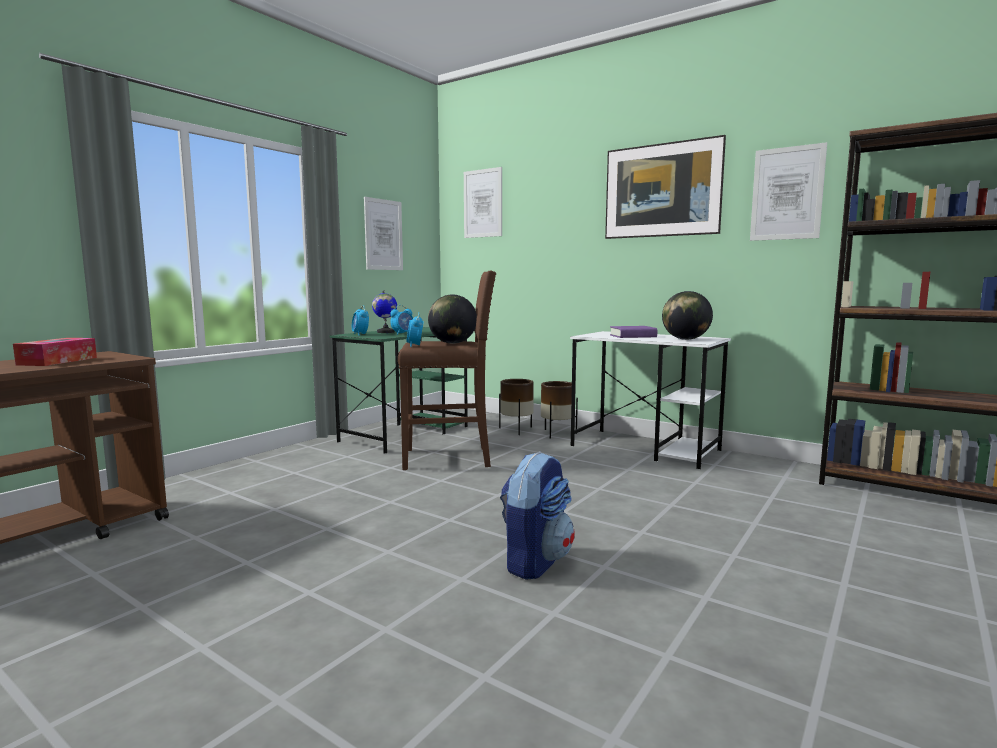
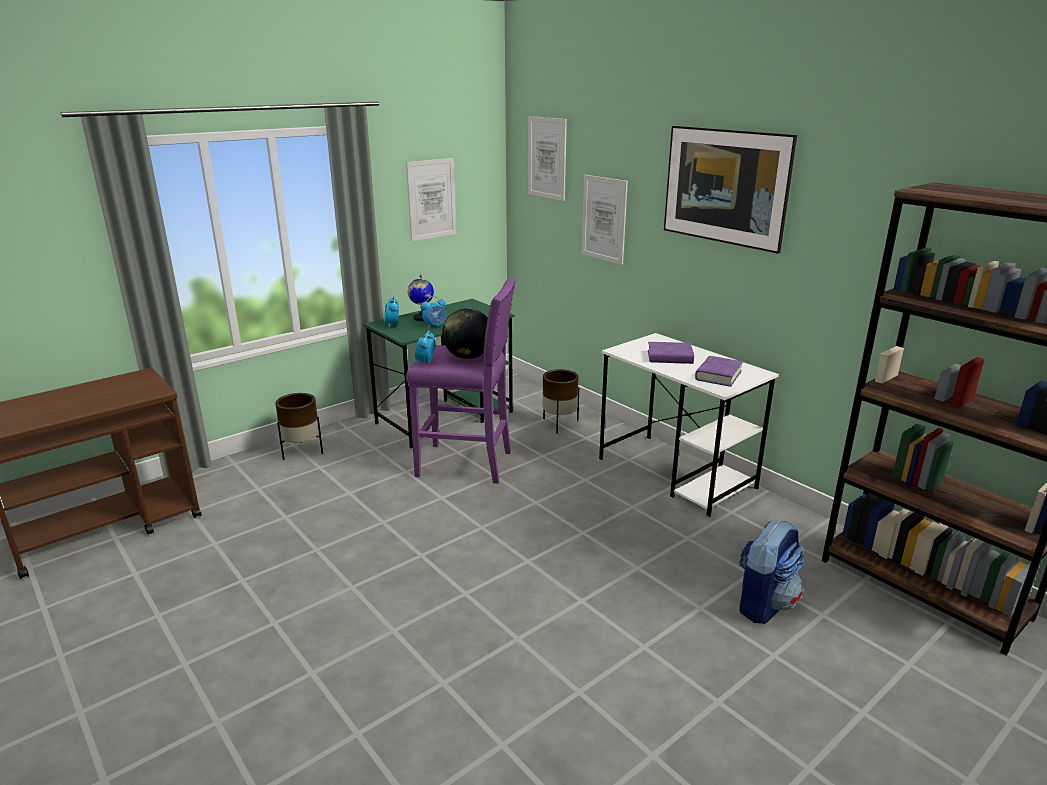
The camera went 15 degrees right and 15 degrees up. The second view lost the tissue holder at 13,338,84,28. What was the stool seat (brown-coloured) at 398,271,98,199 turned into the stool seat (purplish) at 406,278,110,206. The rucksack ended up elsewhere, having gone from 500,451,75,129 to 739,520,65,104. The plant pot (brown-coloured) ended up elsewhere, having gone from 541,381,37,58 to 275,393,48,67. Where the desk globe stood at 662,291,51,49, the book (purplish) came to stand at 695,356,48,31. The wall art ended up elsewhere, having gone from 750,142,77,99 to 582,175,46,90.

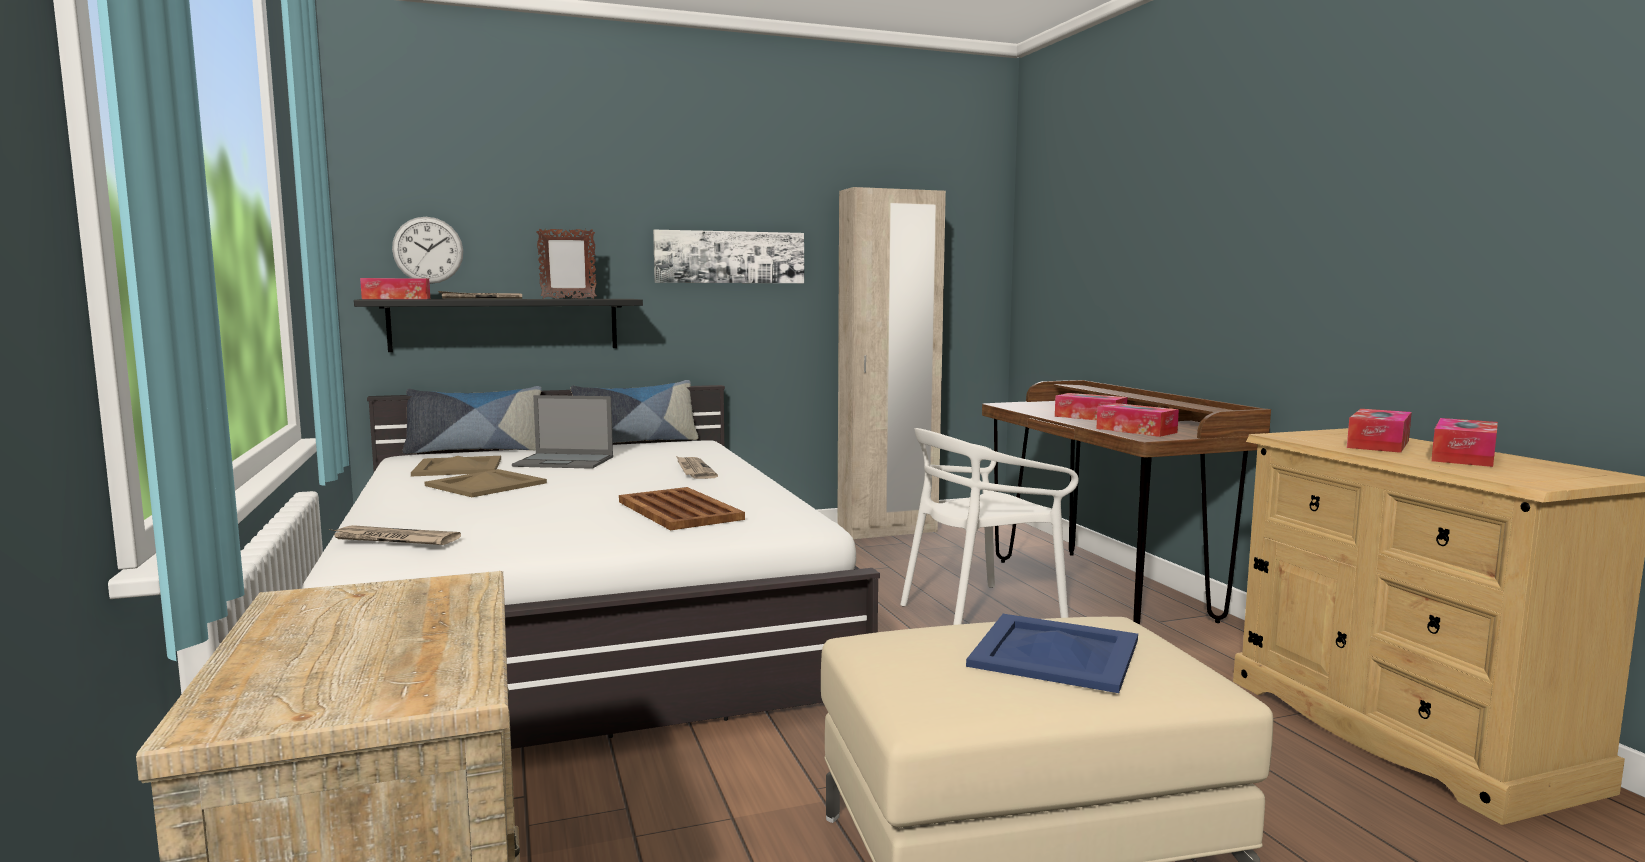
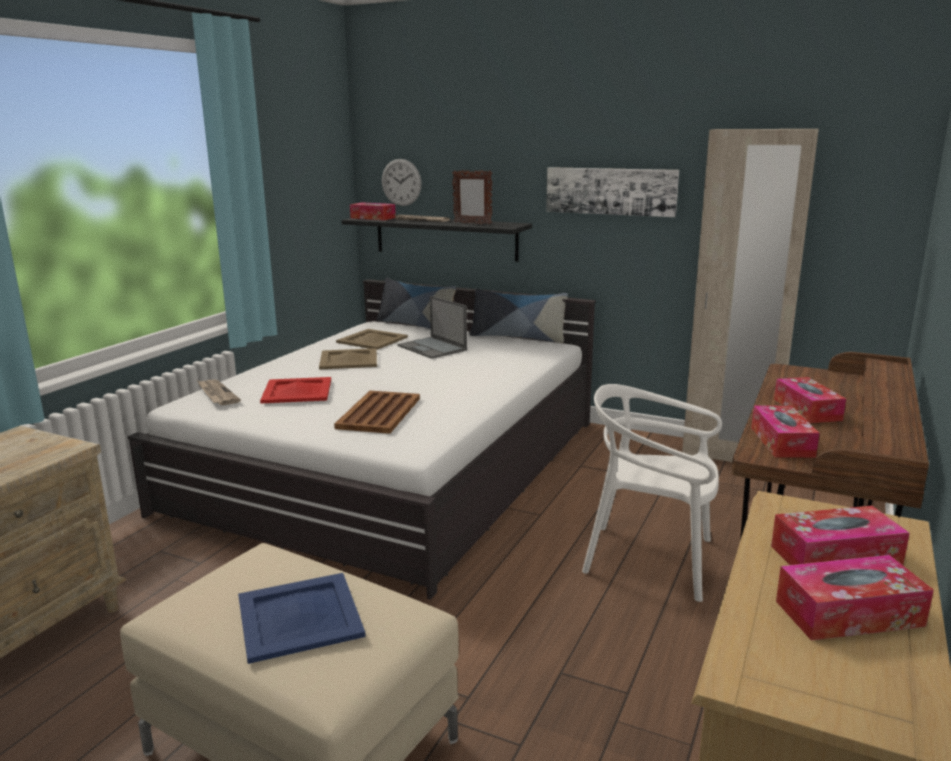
The camera went 45 degrees right and 10 degrees up. The second view lost the newspaper at 676,456,42,23. The second view gained the serving tray (red) at 260,377,71,26.

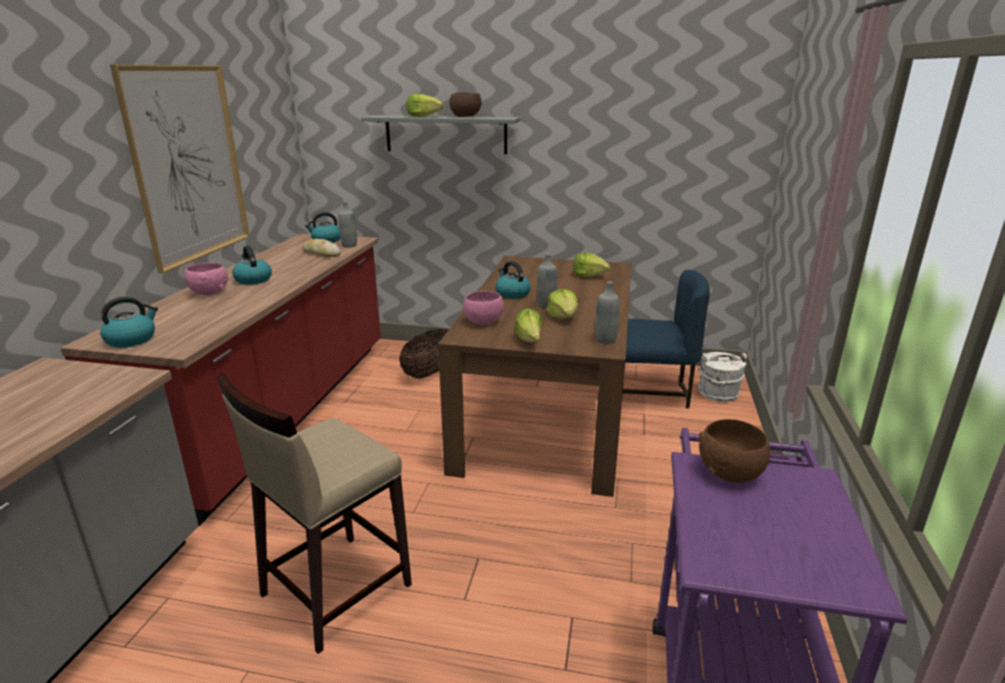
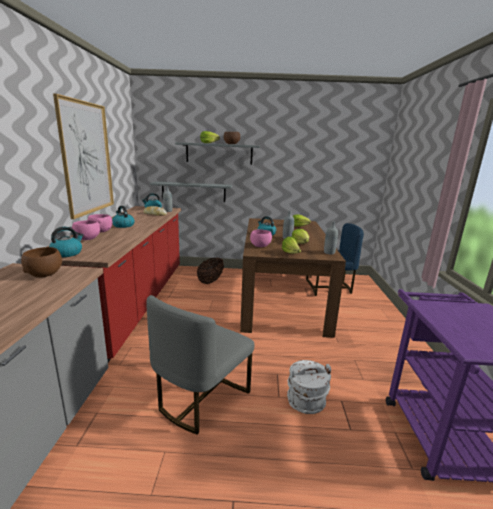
The camera went 10 degrees left and 5 degrees down. Where the stool seat (beige) stood at 216,373,196,281, the chair (gray) came to stand at 146,295,108,139. The pail (whitish) ended up elsewhere, having gone from 698,352,49,50 to 287,360,44,54. The bowl (brown-coloured) ended up elsewhere, having gone from 698,419,72,64 to 21,247,41,30. The second view gained the bowl (pinkish) at 72,220,28,20. The second view gained the shelf (gray) at 150,181,82,21.

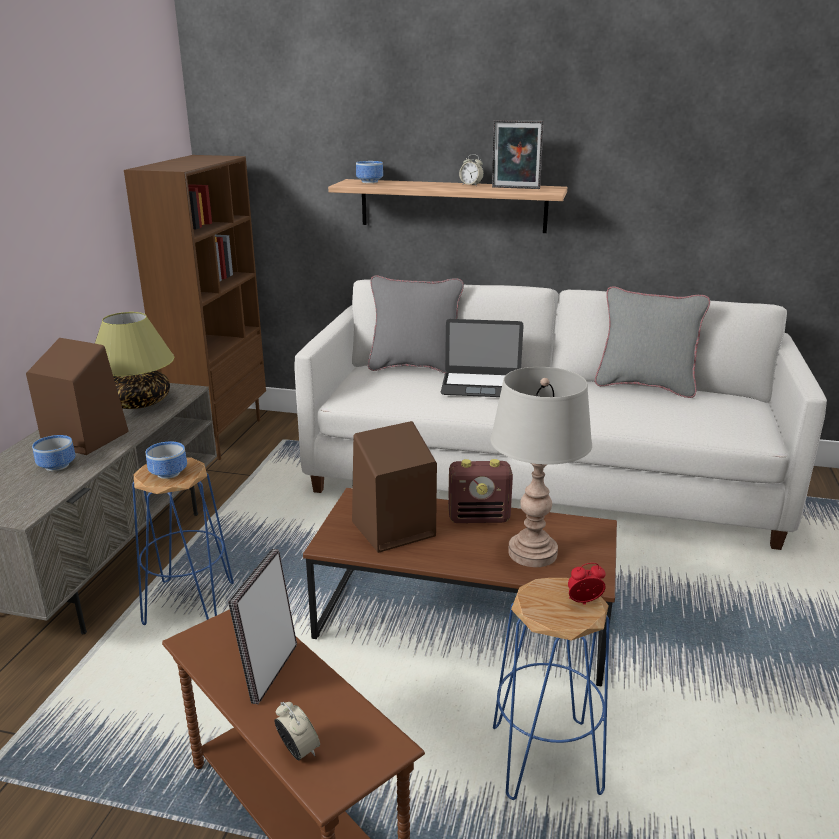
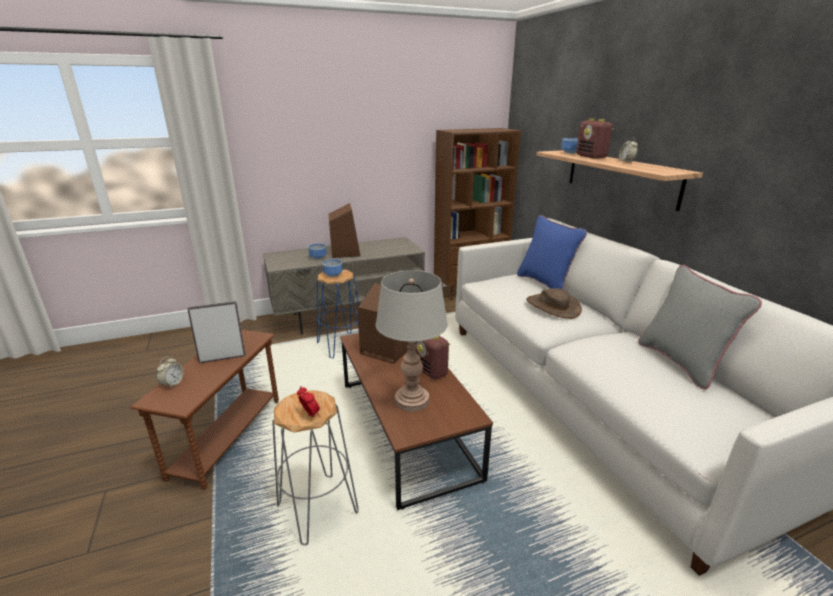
The camera went 55 degrees right and 0 degrees up. The second view lost the tabletop lamp at 95,312,79,97. What was the pillow (gray) at 368,275,96,98 turned into the pillow (blue-coloured) at 517,215,70,74. Where the notebook computer stood at 441,319,83,78, the hat (brown-coloured) came to stand at 526,288,56,31. The second view lost the photo frame at 492,120,52,69. What was the stool seat (blue-coloured) at 493,578,116,222 turned into the stool seat (gray) at 272,390,87,155. The second view gained the radio set at 576,118,38,41.

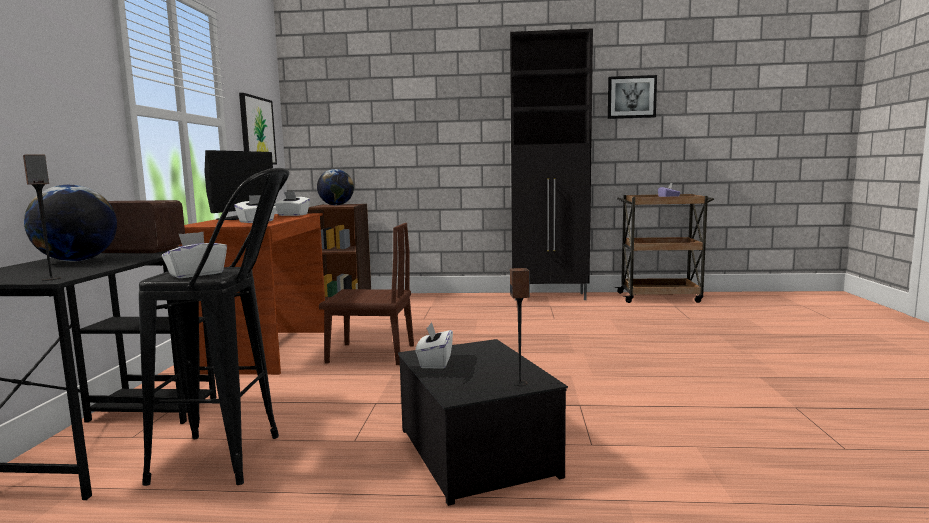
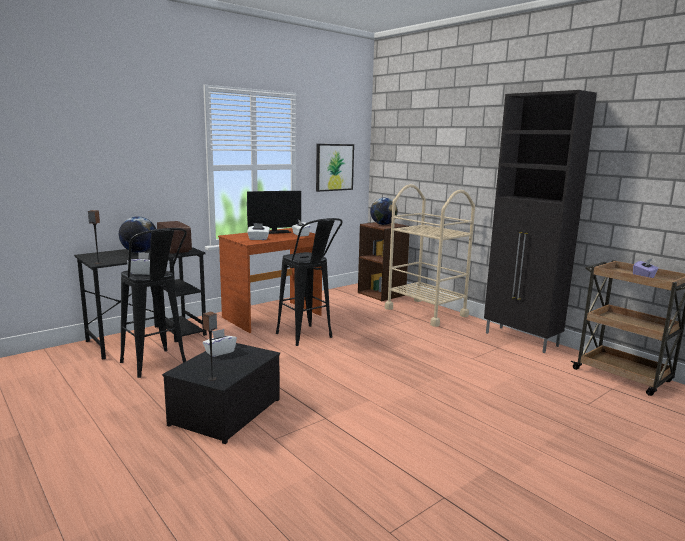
The camera went 45 degrees right and 5 degrees up. Where the chair (brown-coloured) stood at 319,223,95,142, the stool seat (blackish) came to stand at 276,218,67,128. The second view lost the wall art at 608,75,49,44. The second view gained the wheeled cart (beige) at 385,184,90,143.

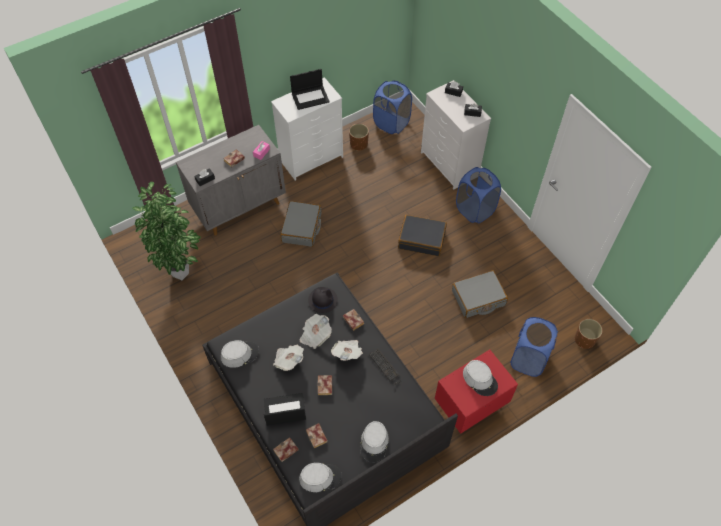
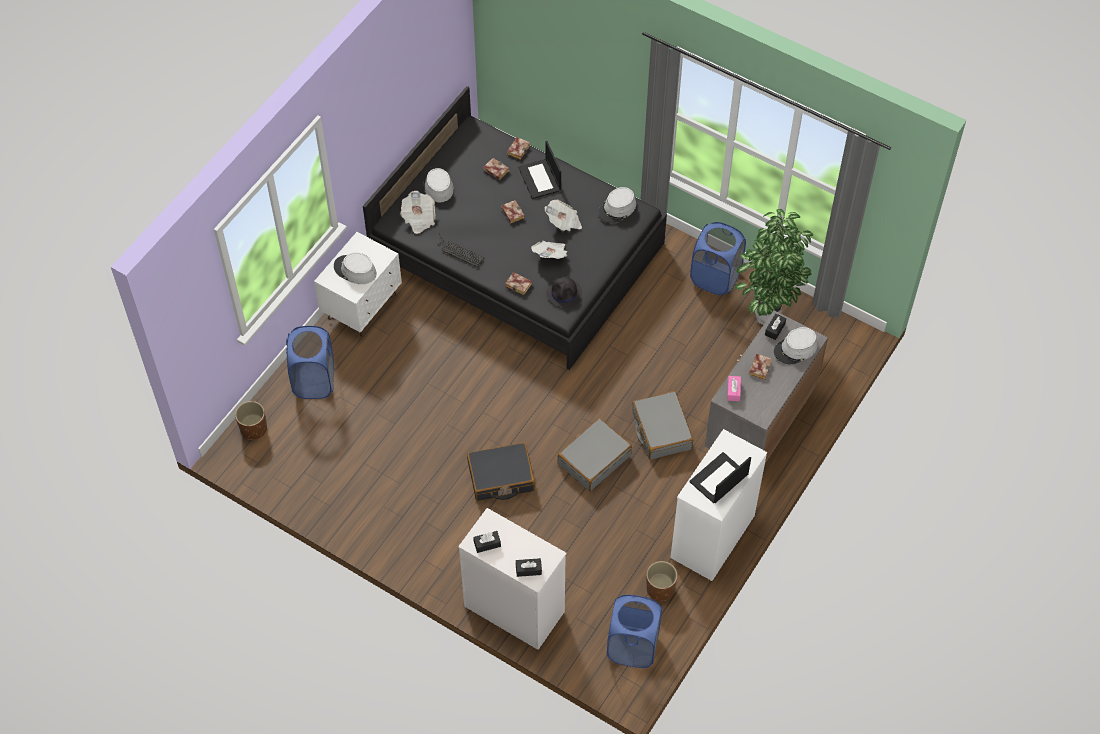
The camera went 155 degrees right and 0 degrees up. The notebook computer at 264,393,42,33 ended up facing another way, 105 degrees clockwise from before. The hat (gray) ended up elsewhere, having gone from 299,462,43,30 to 774,327,43,38. The newspaper ended up elsewhere, having gone from 331,340,32,20 to 401,191,34,43. What was the night table (red) at 435,350,83,84 turned into the night table (whitish) at 314,232,88,105. The suitcase (gray) ended up elsewhere, having gone from 452,271,56,47 to 558,418,74,73. The washing basket (blue-coloured) ended up elsewhere, having gone from 456,167,45,57 to 690,222,56,73.

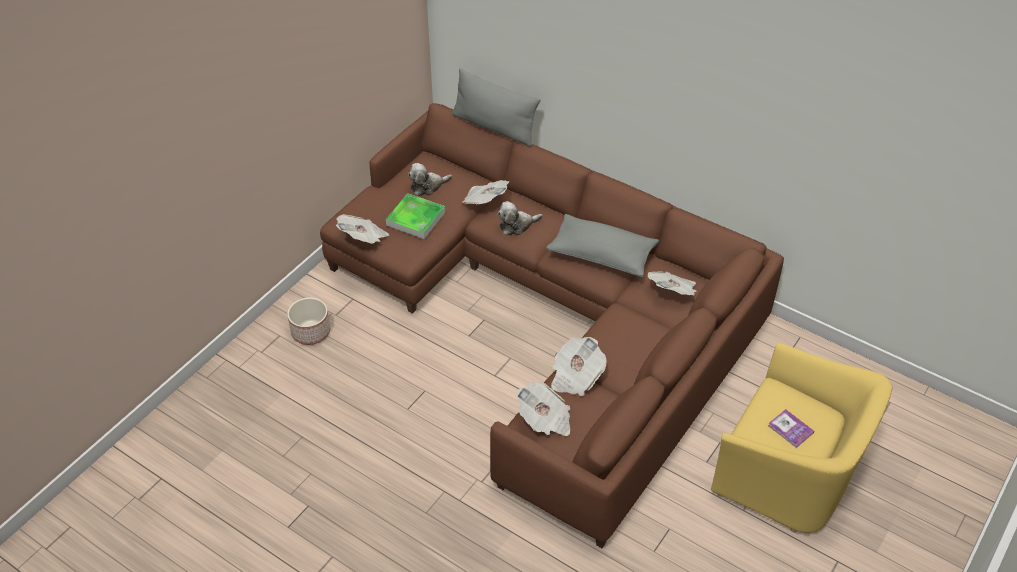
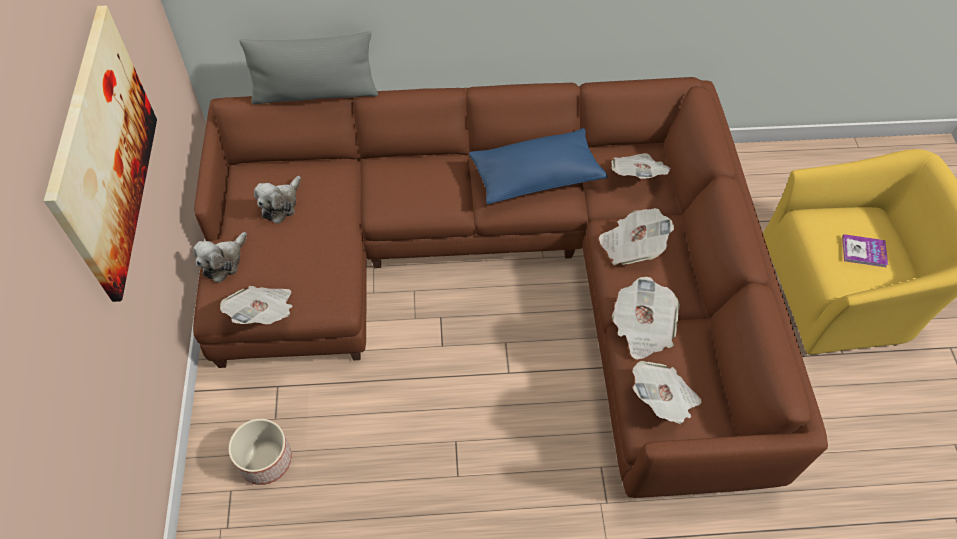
The camera went 40 degrees left and 10 degrees up. The second view lost the serving tray at 386,193,59,46. The newspaper ended up elsewhere, having gone from 462,180,47,24 to 599,208,75,57. The soft toy ended up elsewhere, having gone from 497,201,46,34 to 193,232,54,51. What was the pillow (gray) at 546,214,113,64 turned into the pillow (blue-coloured) at 469,128,138,76. The second view gained the wall art at 44,6,113,296.

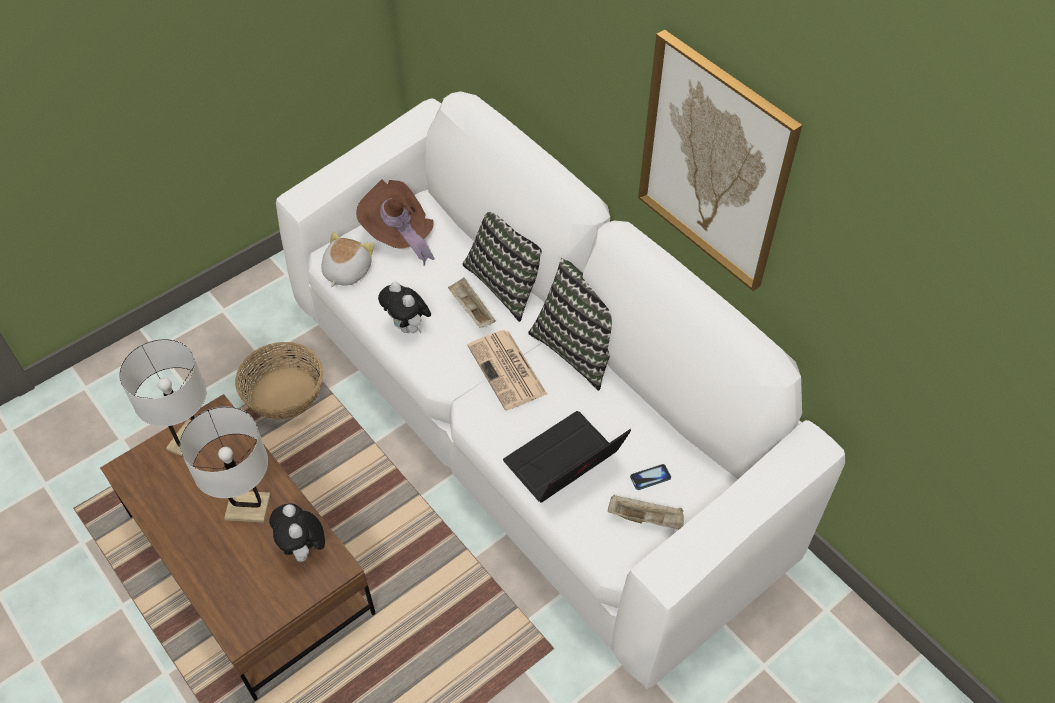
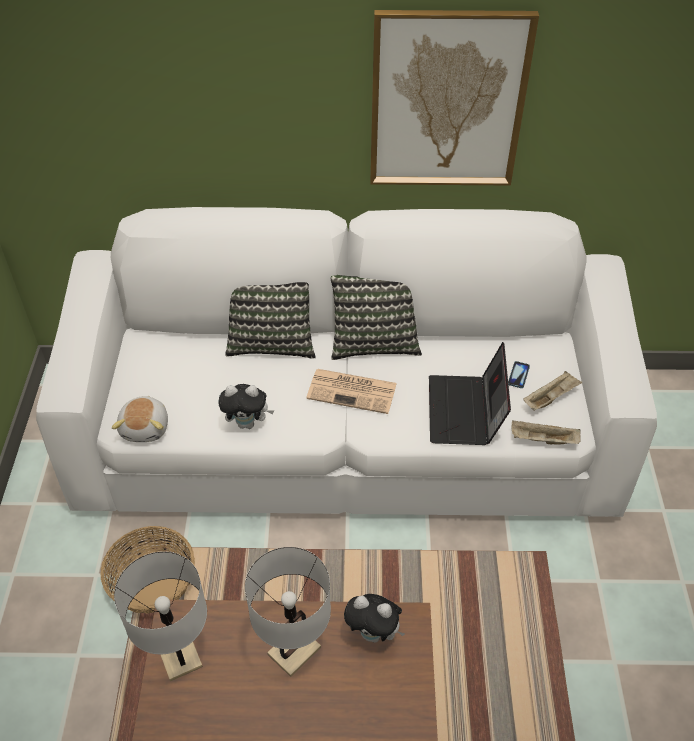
The camera went 50 degrees left and 5 degrees down. The soft toy at 321,232,53,55 ended up facing another way, 150 degrees counterclockwise from before. The second view lost the hat (brown-coloured) at 356,180,79,86. The serving tray (beige) ended up elsewhere, having gone from 448,277,48,51 to 512,421,69,23.

